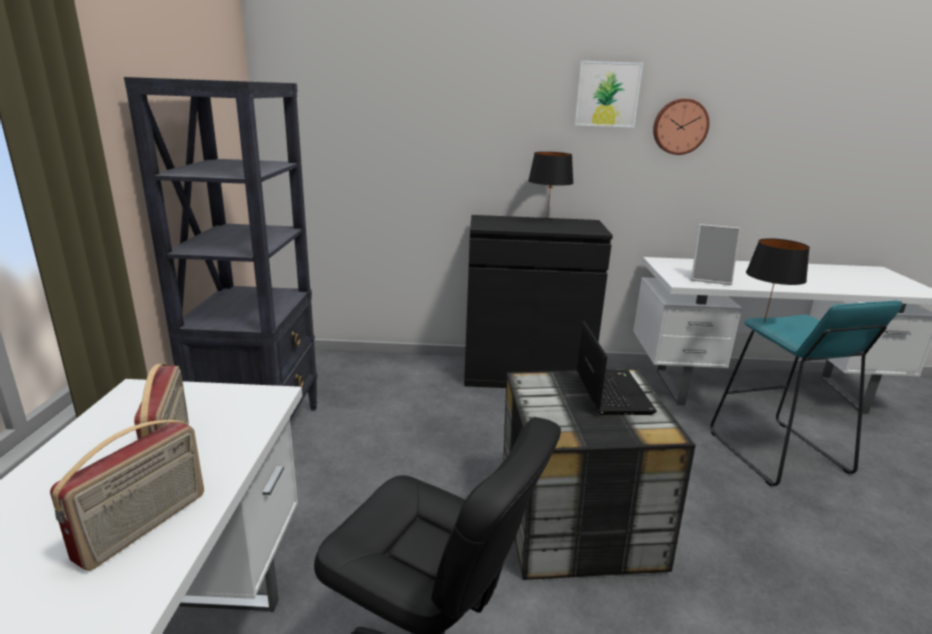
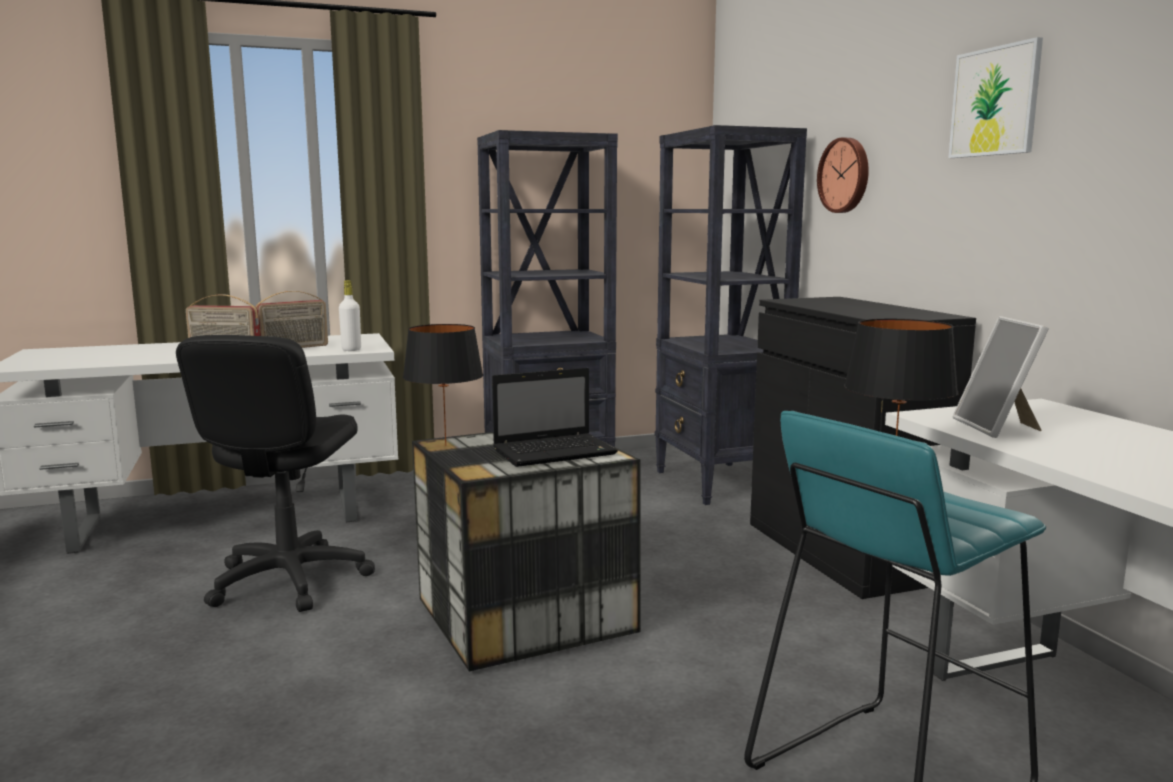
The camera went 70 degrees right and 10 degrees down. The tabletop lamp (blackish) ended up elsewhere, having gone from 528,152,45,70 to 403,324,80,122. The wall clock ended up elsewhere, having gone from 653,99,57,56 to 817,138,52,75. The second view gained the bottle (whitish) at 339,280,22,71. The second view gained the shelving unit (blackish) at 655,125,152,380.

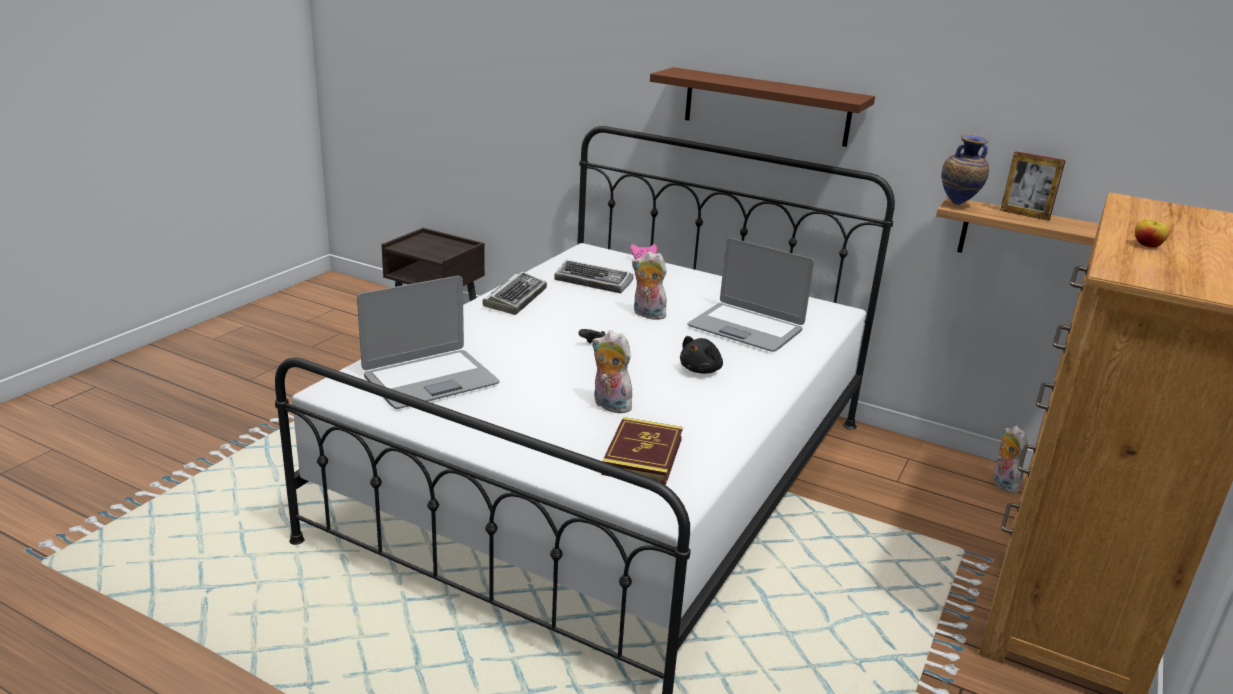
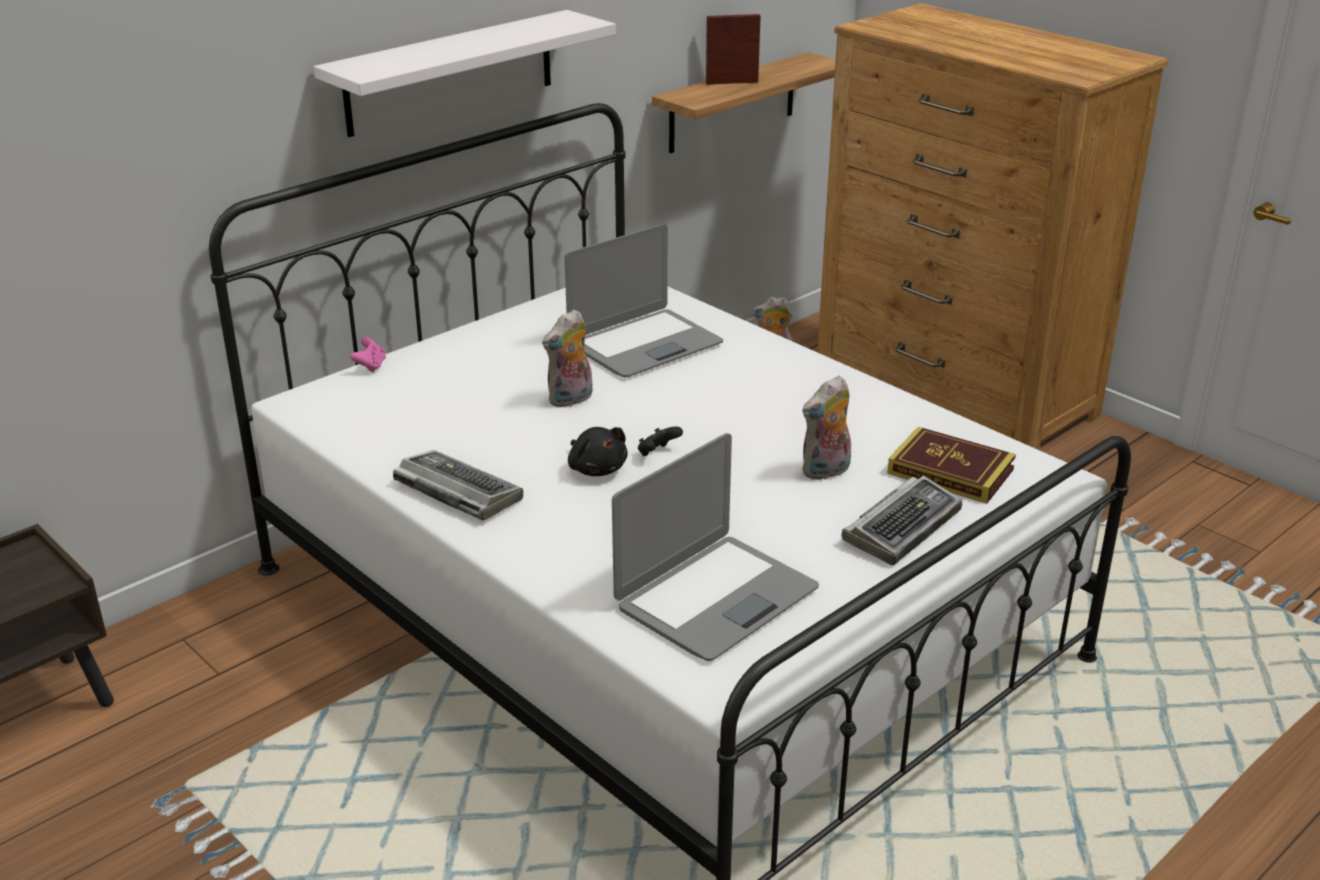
The camera went 70 degrees left and 5 degrees up. The notebook computer at 357,276,143,133 ended up facing another way, 60 degrees clockwise from before. The PC keyboard ended up elsewhere, having gone from 554,259,80,35 to 841,475,121,90. What was the shelf (brown-coloured) at 650,67,225,80 turned into the shelf (whitish) at 313,10,303,127. The soft toy (blackish) ended up elsewhere, having gone from 680,336,43,38 to 568,427,60,49. The second view lost the decorative vase at 941,134,48,71. The photo frame at 1000,151,66,70 ended up facing another way, 150 degrees counterclockwise from before. The second view lost the apple fruit at 1135,220,35,28.

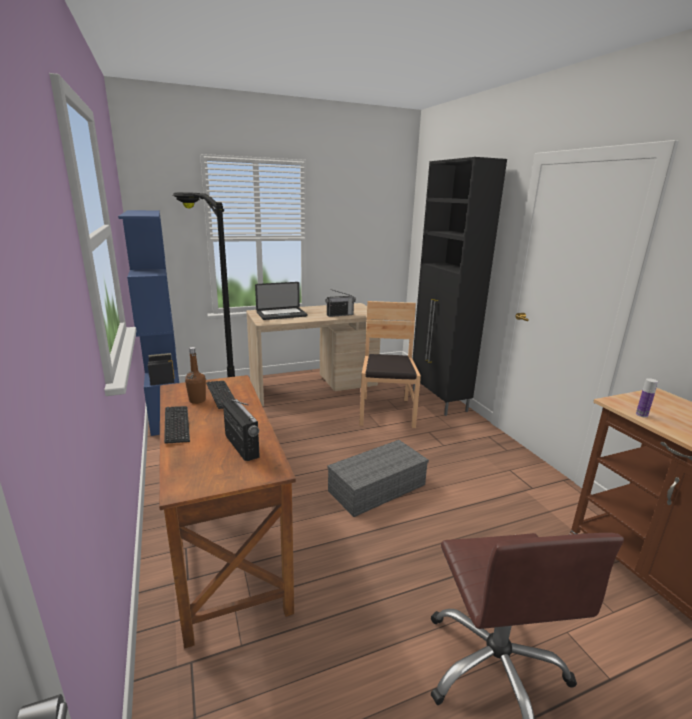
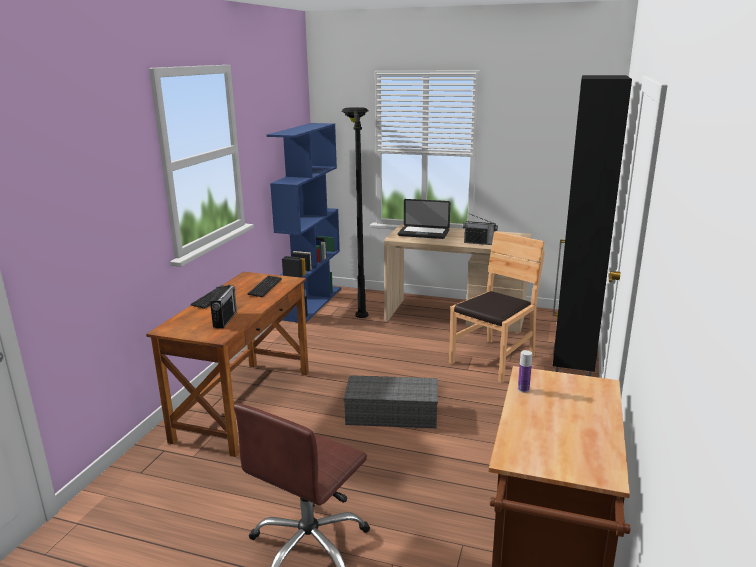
The camera went 40 degrees right and 0 degrees up. The second view lost the bottle (brown-coloured) at 185,347,21,57.

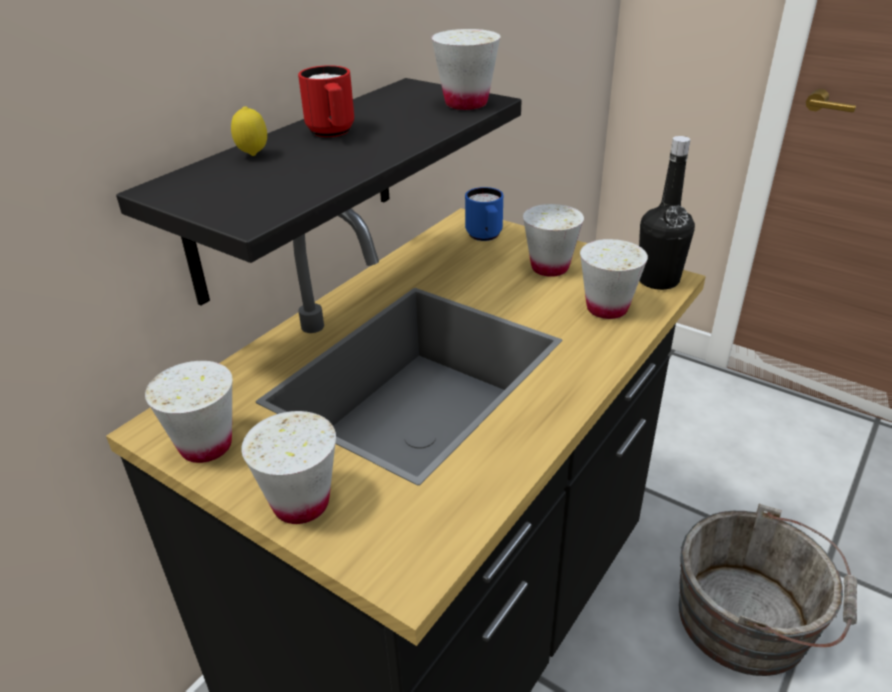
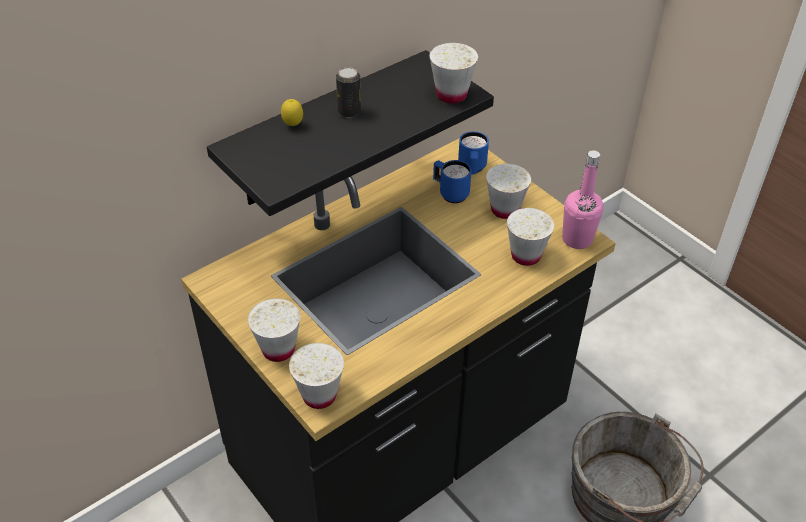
The camera went 15 degrees right and 10 degrees up. The cup (whitish) ended up elsewhere, having gone from 145,361,87,102 to 289,343,55,66. Where the tea mug (red) stood at 298,65,56,72, the sealed can came to stand at 336,67,25,51. What was the bottle (blackish) at 639,136,56,154 turned into the bottle (pinkish) at 562,150,42,99. The second view gained the tea mug (blue-coloured) at 433,160,39,43.

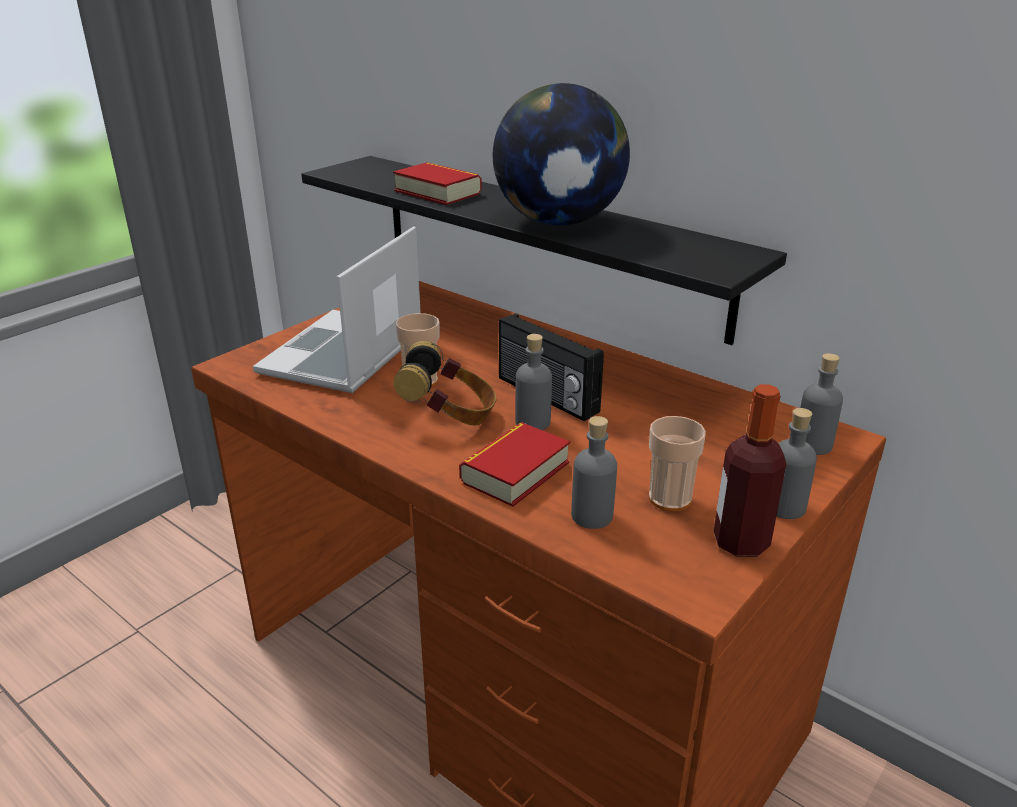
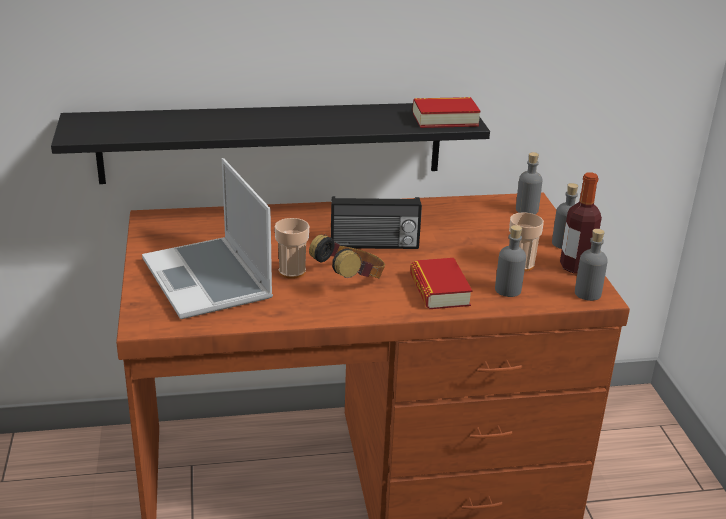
The camera went 50 degrees left and 0 degrees up. The book ended up elsewhere, having gone from 393,162,89,43 to 413,97,67,31. The second view lost the desk globe at 493,83,137,143. The bottle (gray) ended up elsewhere, having gone from 515,334,37,96 to 575,229,33,72.

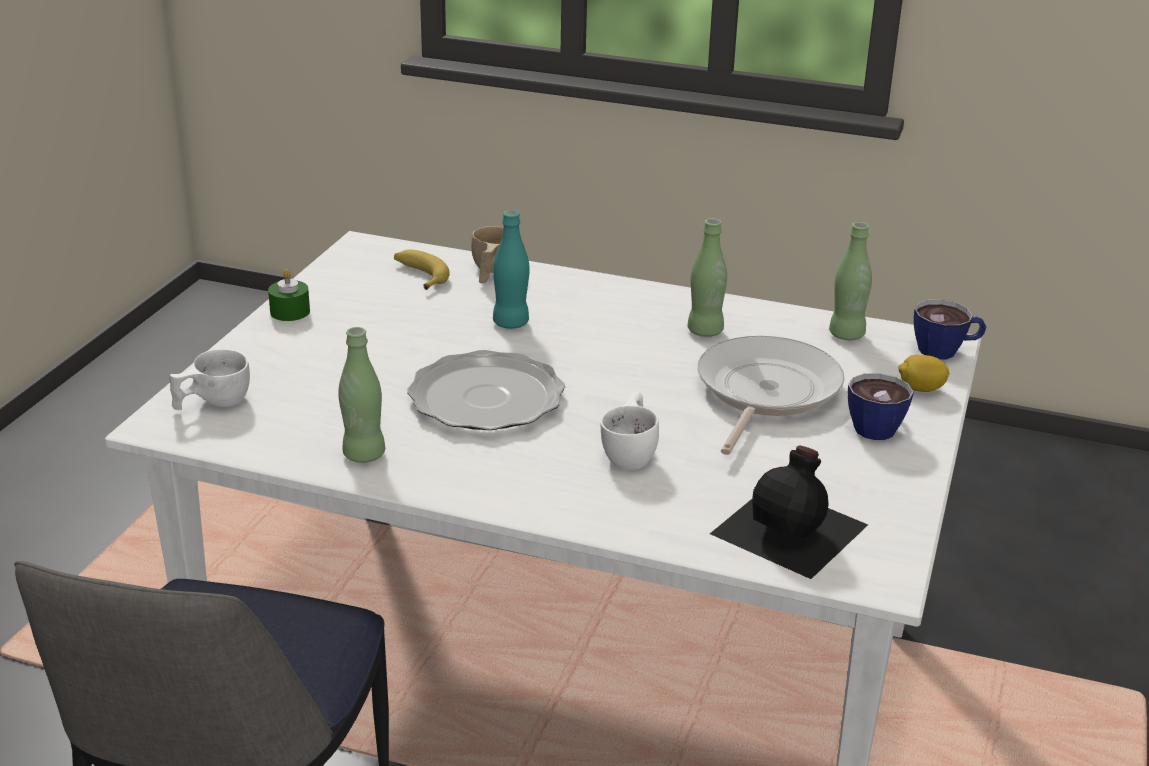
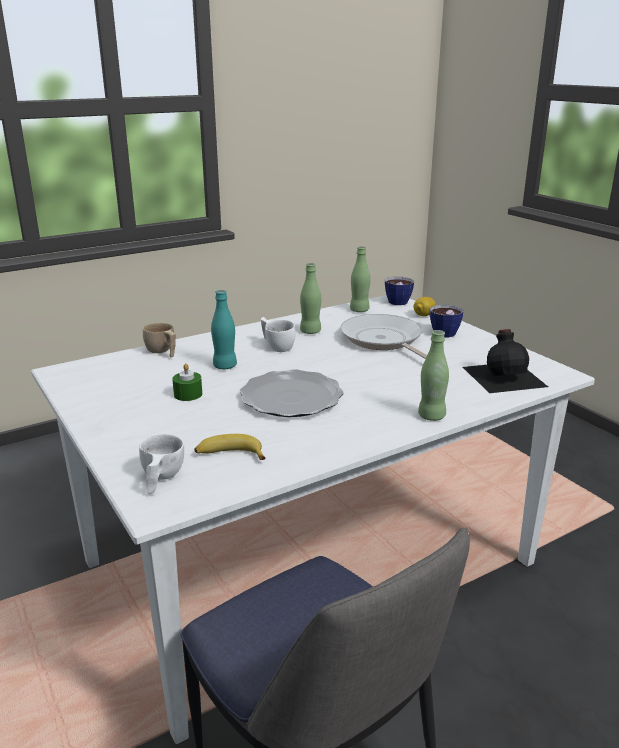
The camera went 50 degrees left and 5 degrees down. The wax candle (green-coloured) ended up elsewhere, having gone from 268,269,42,52 to 172,363,30,38. The bottle (green-coloured) ended up elsewhere, having gone from 338,327,47,136 to 418,330,31,91. The banana fruit ended up elsewhere, having gone from 394,250,56,40 to 194,434,72,26. The cup (whitish) ended up elsewhere, having gone from 601,392,58,78 to 261,317,34,35.

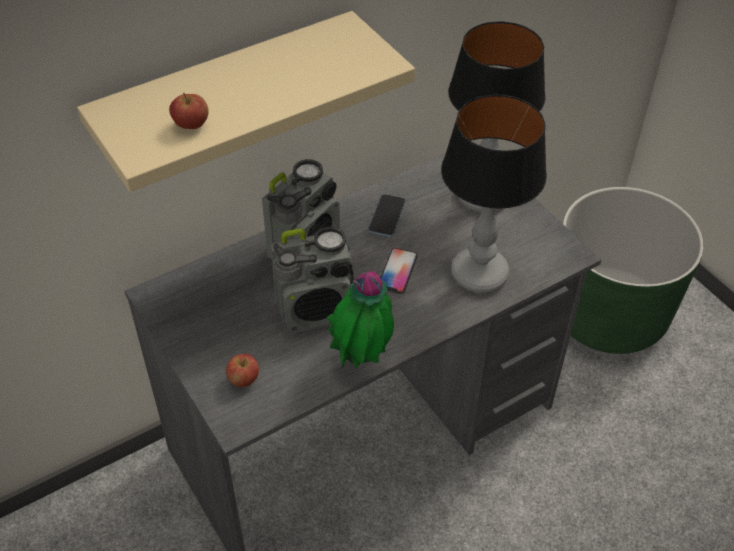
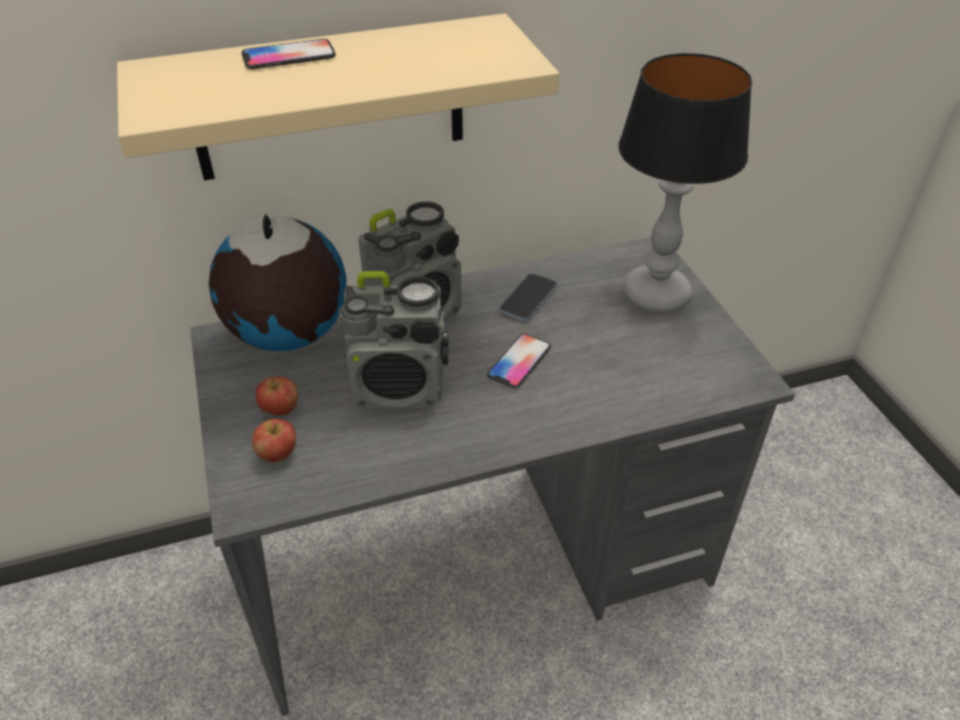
The camera went 15 degrees right and 5 degrees down. The apple fruit ended up elsewhere, having gone from 169,93,40,36 to 255,377,43,39. The second view lost the plant in a pot at 327,271,67,98. The second view lost the tabletop lamp at 441,94,106,199. The second view lost the plant pot (green-coloured) at 563,187,141,167. The second view gained the desk globe at 209,212,137,139. The second view gained the handset at 241,39,95,30.

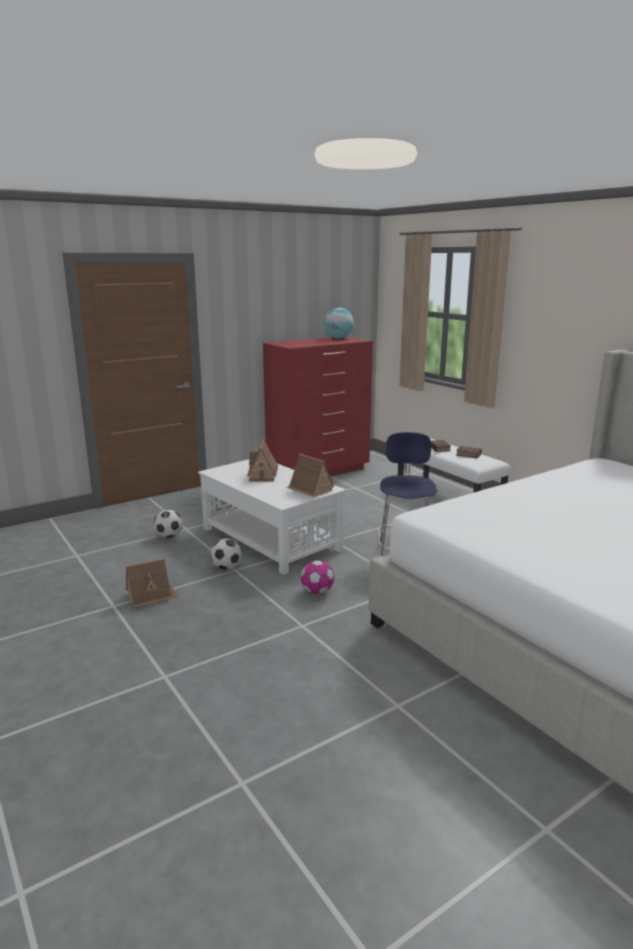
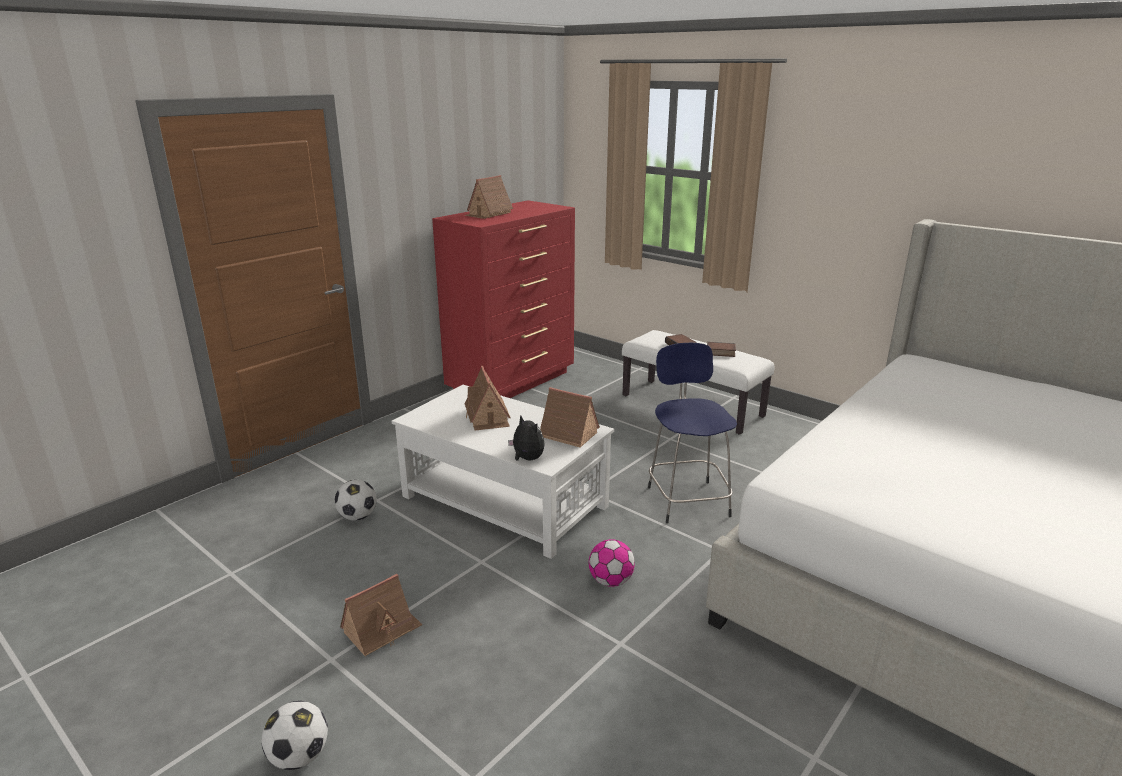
The camera went 15 degrees left and 5 degrees up. The football ball ended up elsewhere, having gone from 210,538,32,32 to 261,701,67,69. The second view lost the desk globe at 324,308,30,31. The second view gained the model house at 464,175,49,44. The second view gained the soft toy at 508,416,37,45.

